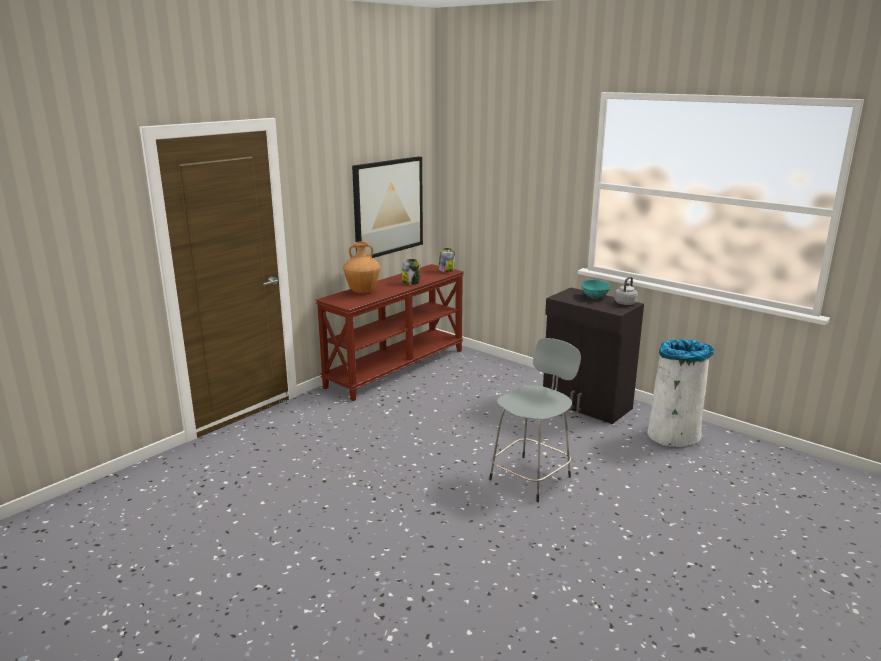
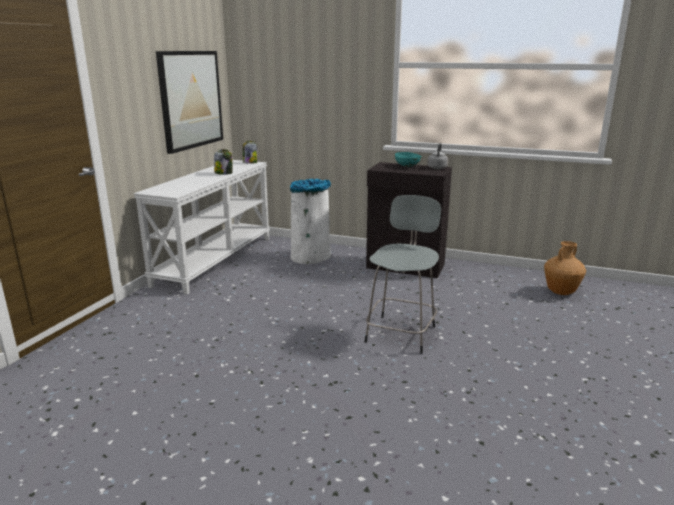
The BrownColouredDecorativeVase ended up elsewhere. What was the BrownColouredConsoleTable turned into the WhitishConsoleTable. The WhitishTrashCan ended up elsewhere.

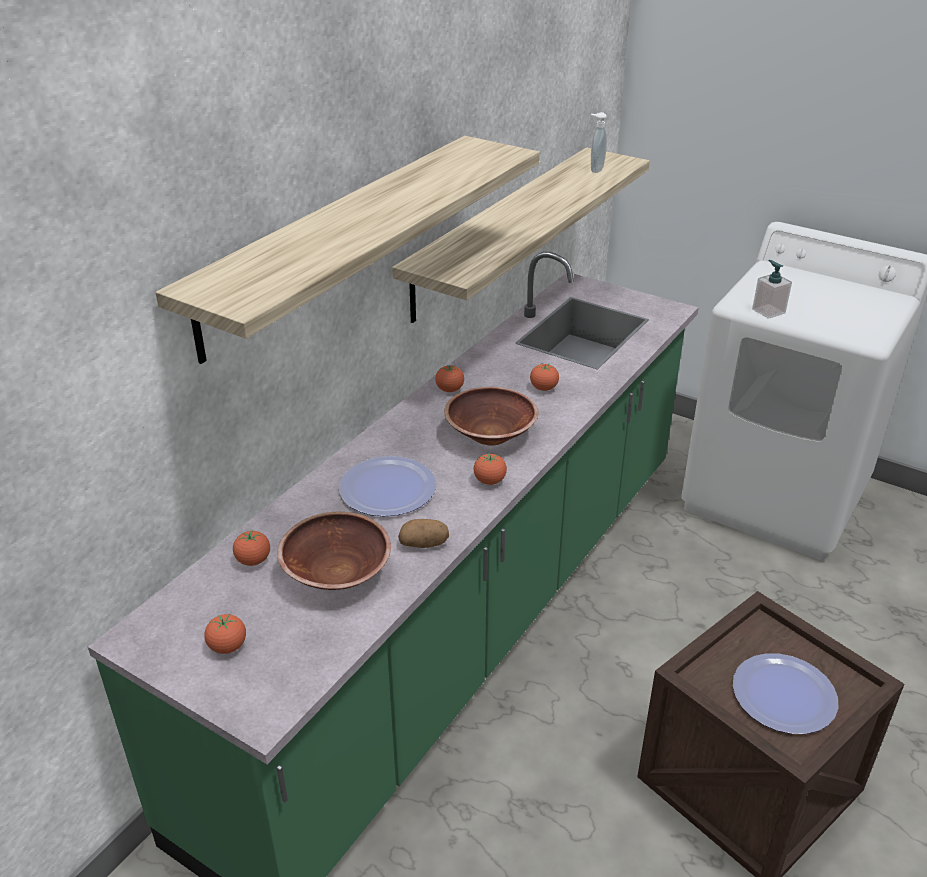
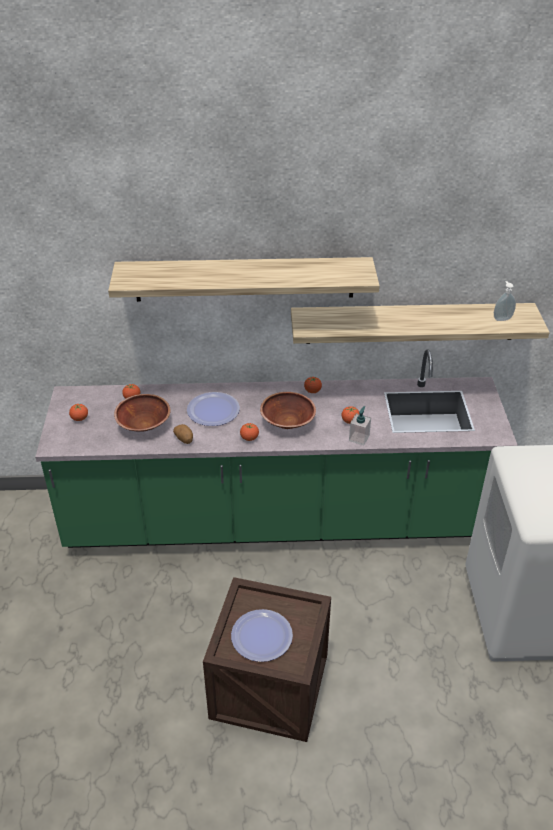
The SoapBottle (2nd from left in the first image) ended up elsewhere.

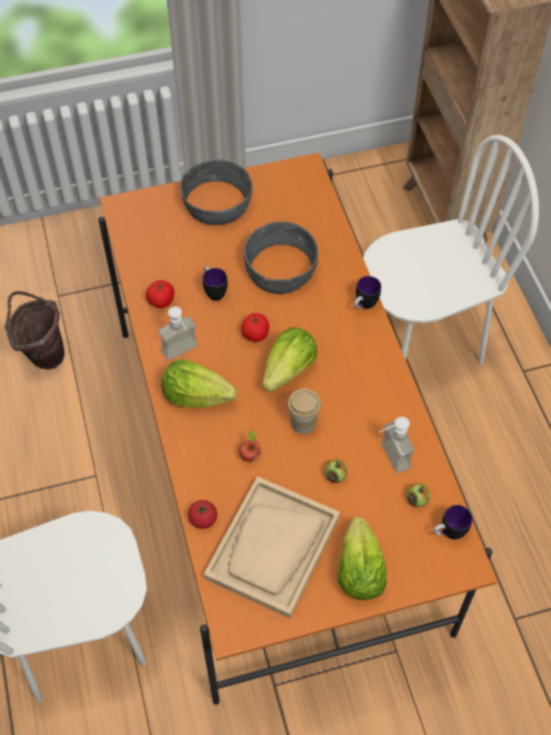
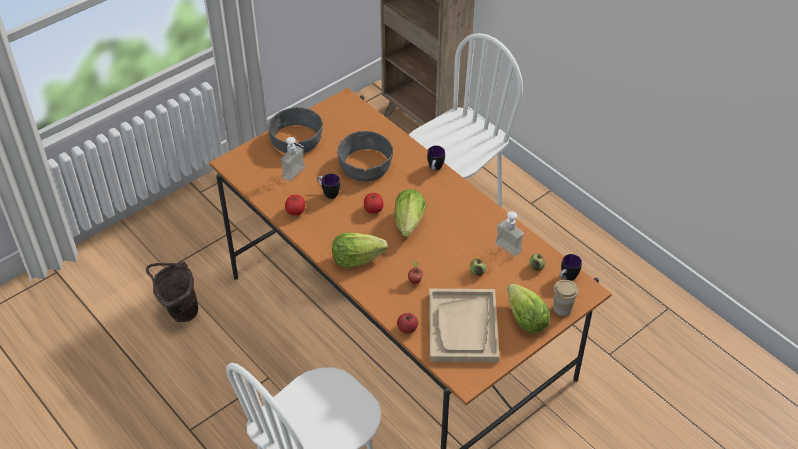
The SoapBottle (1st from left) ended up elsewhere. The DrinkingCup ended up elsewhere.

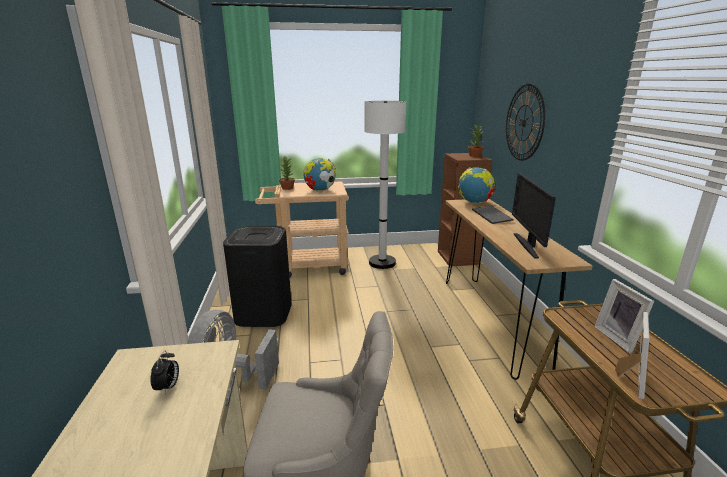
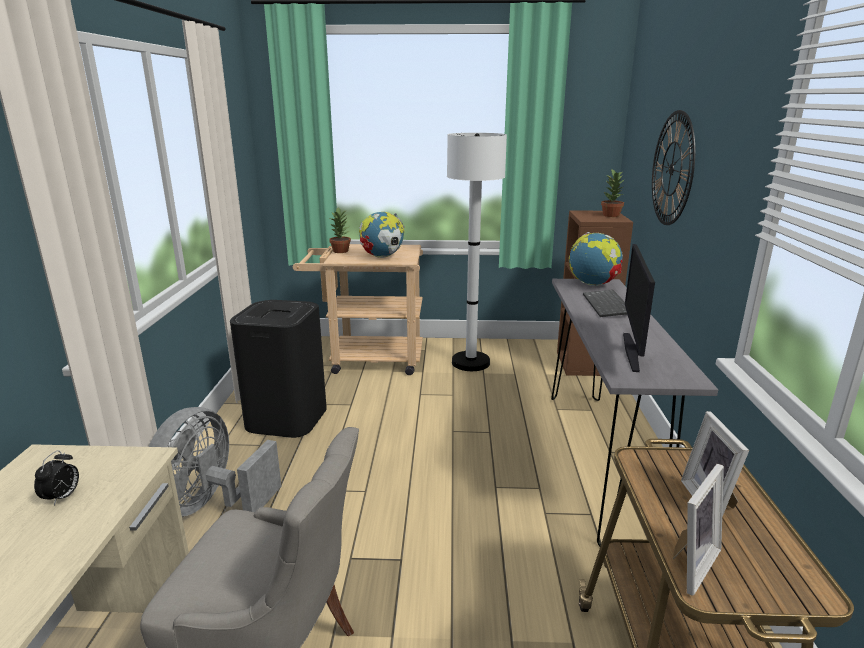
What was the BrownColouredConsoleTable turned into the GrayConsoleTable.

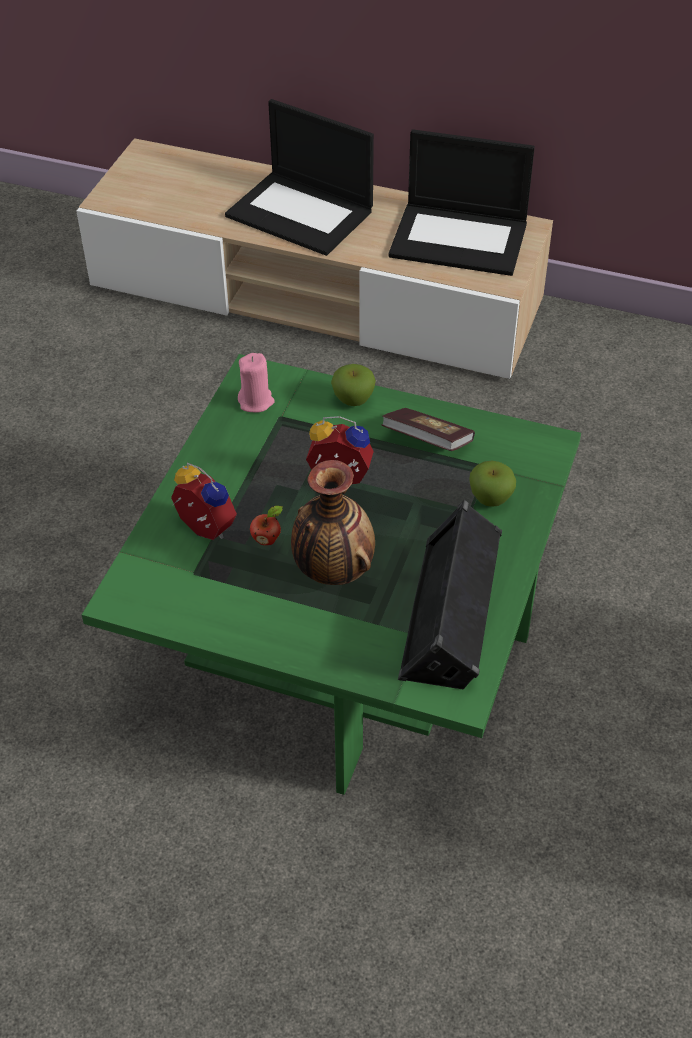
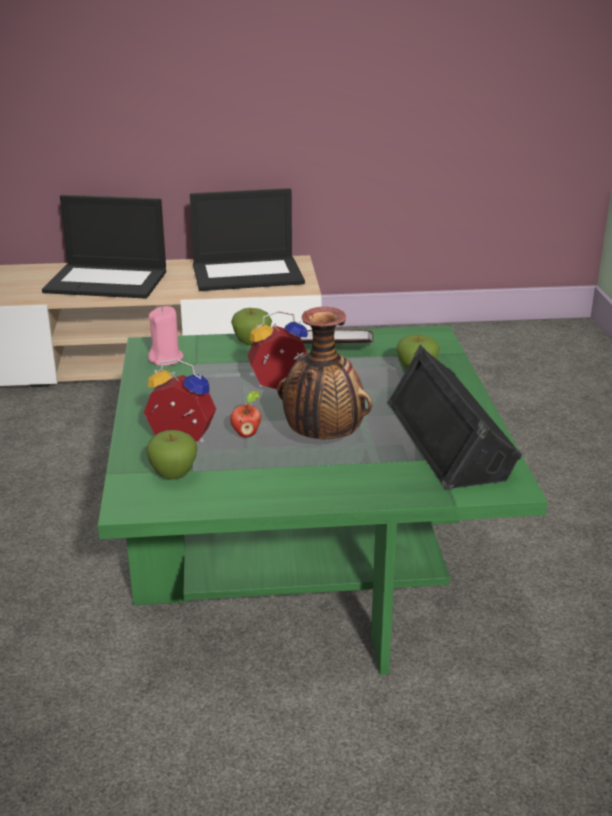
The second view gained the Apple (1st from left).

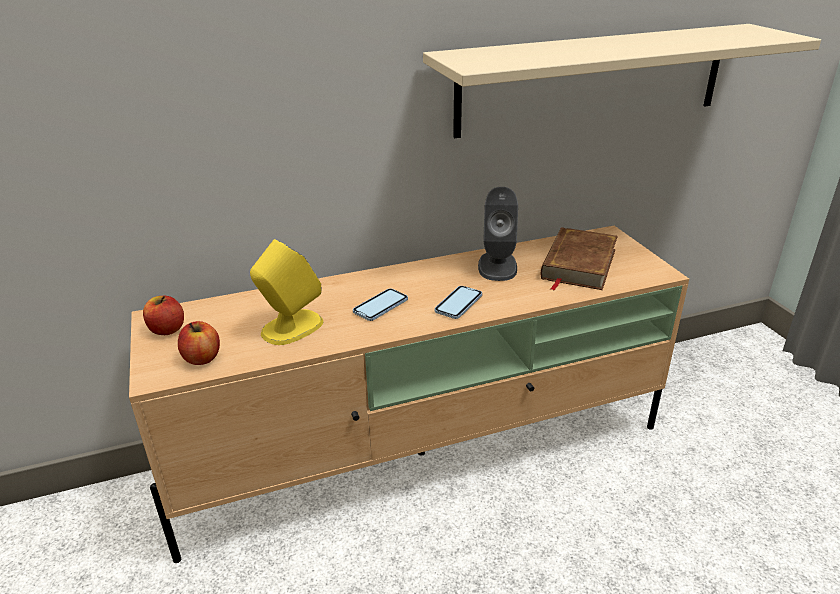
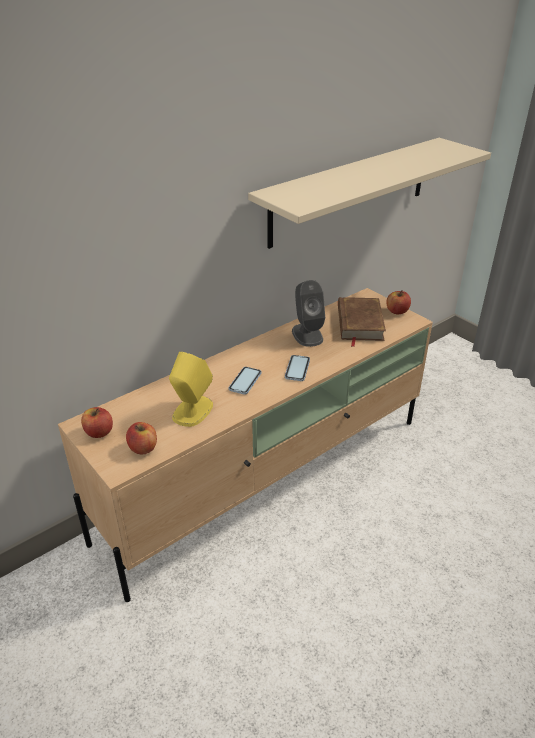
The second view gained the Apple (3rd from left).

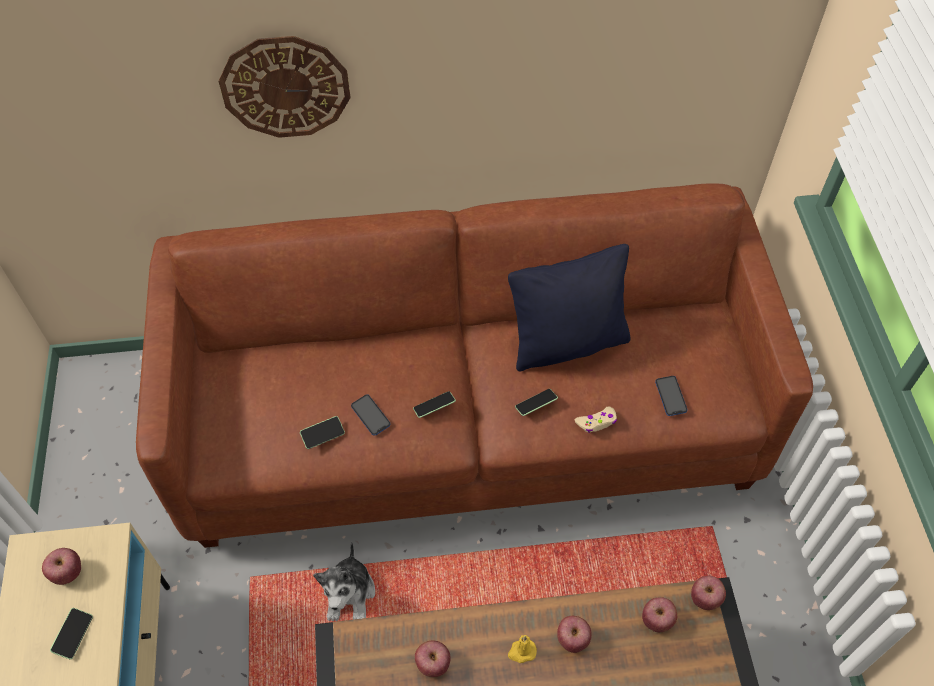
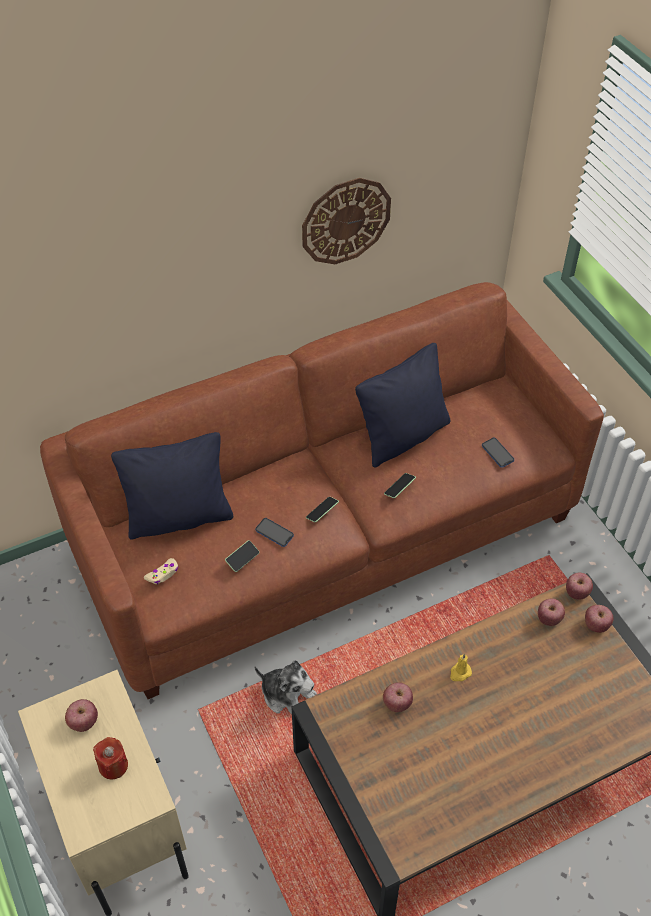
The WallClock ended up elsewhere. The SandColouredGamepad ended up elsewhere. The PlushToy ended up facing another way, 45 degrees counterclockwise from before. Where the Telephone (1st from left) stood, the RedWaxCandle came to stand. The Apple (3rd from left in the first image) ended up elsewhere. The second view gained the BlackColouredThrowPillow (1st from left).

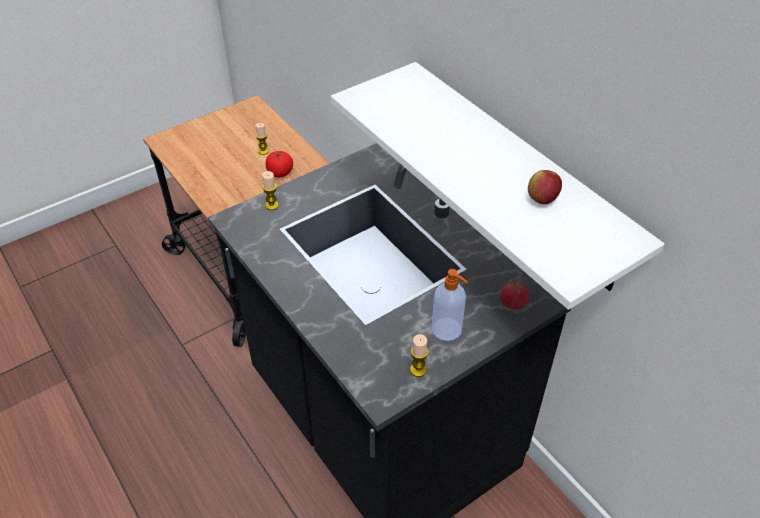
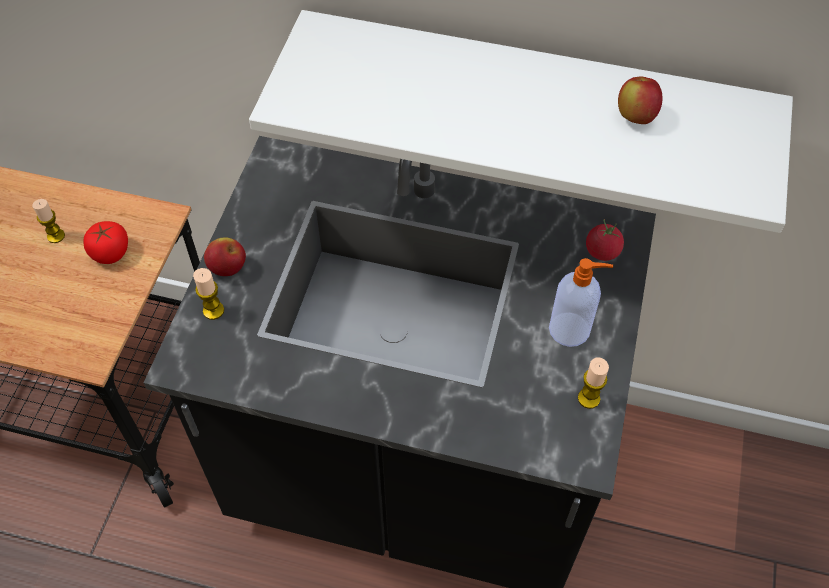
The second view gained the Apple (1st from left).

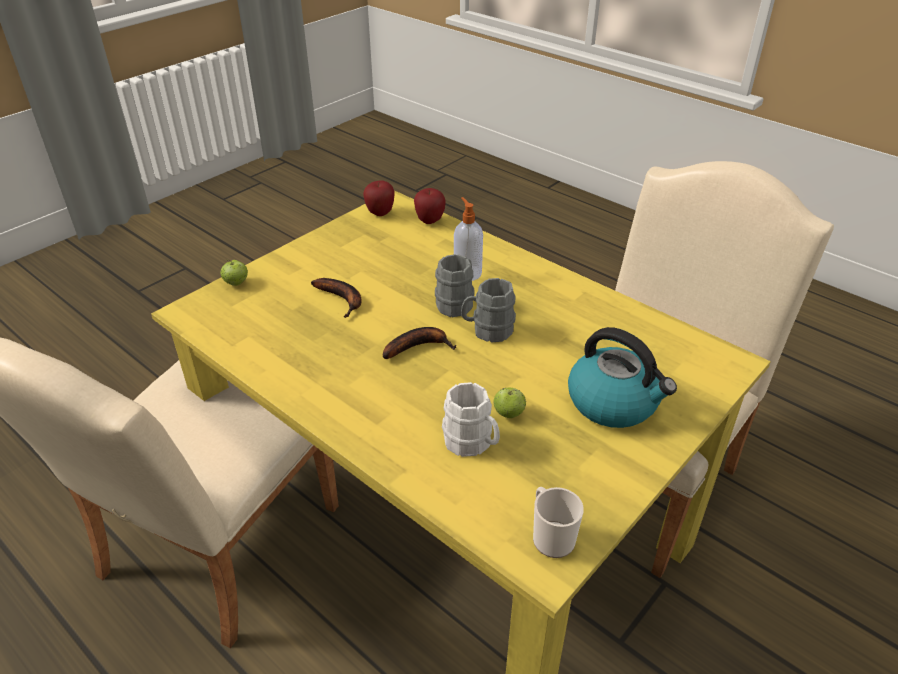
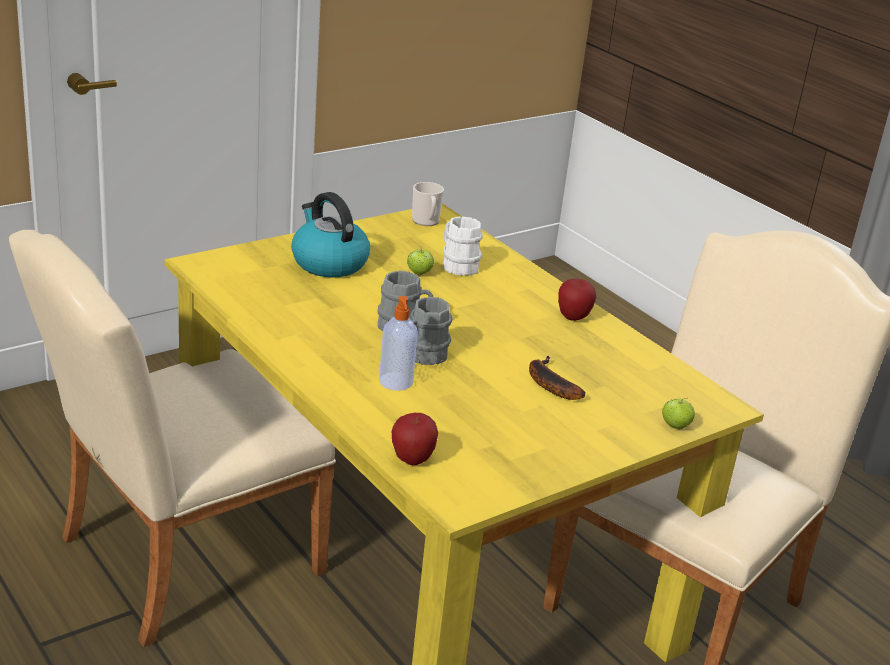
The Apple (2nd from left in the first image) ended up elsewhere. The second view lost the BananaFruit (2nd from left).

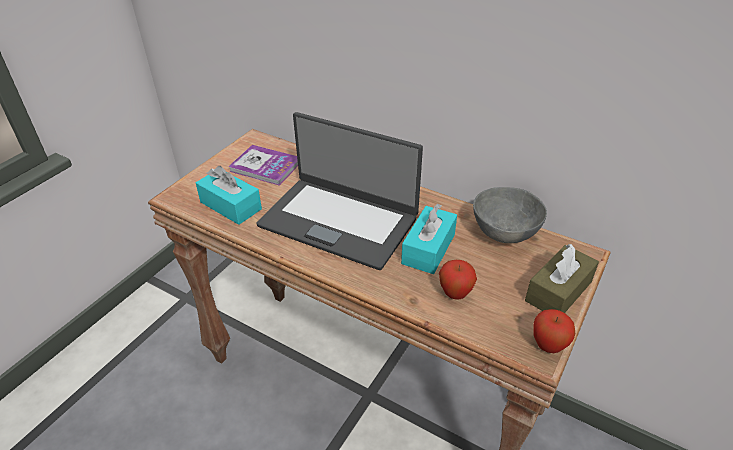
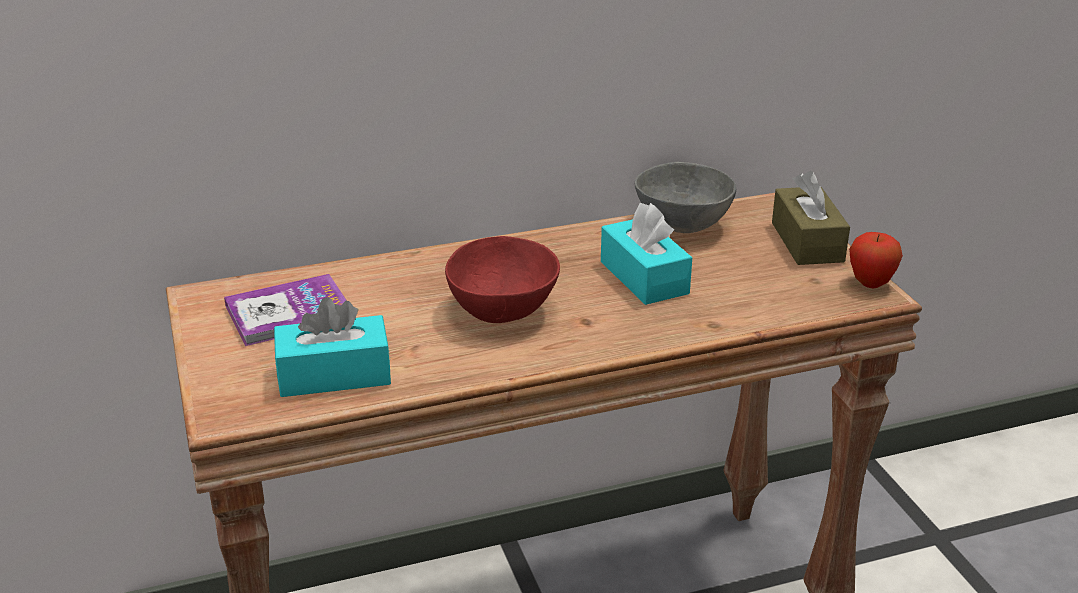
Where the PortableComputer stood, the RedDeepDish came to stand. The second view lost the Apple (1st from left).

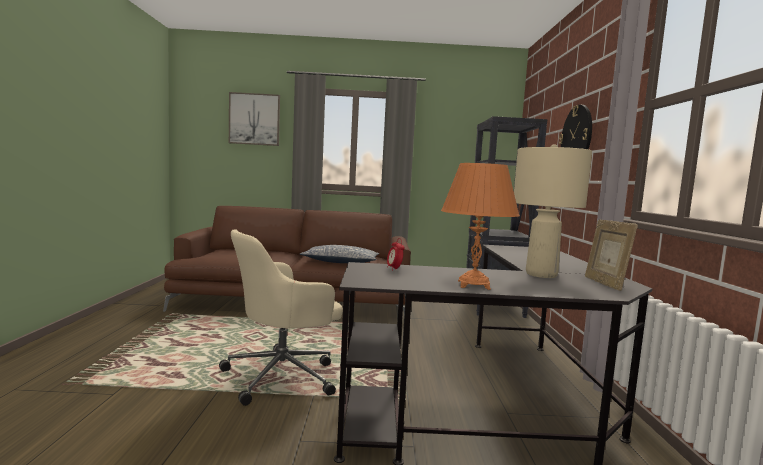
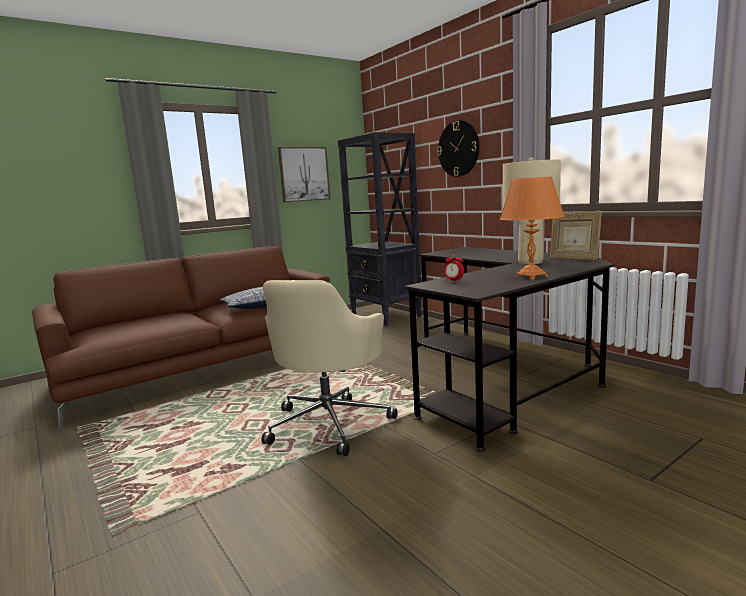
The Picture ended up elsewhere.

